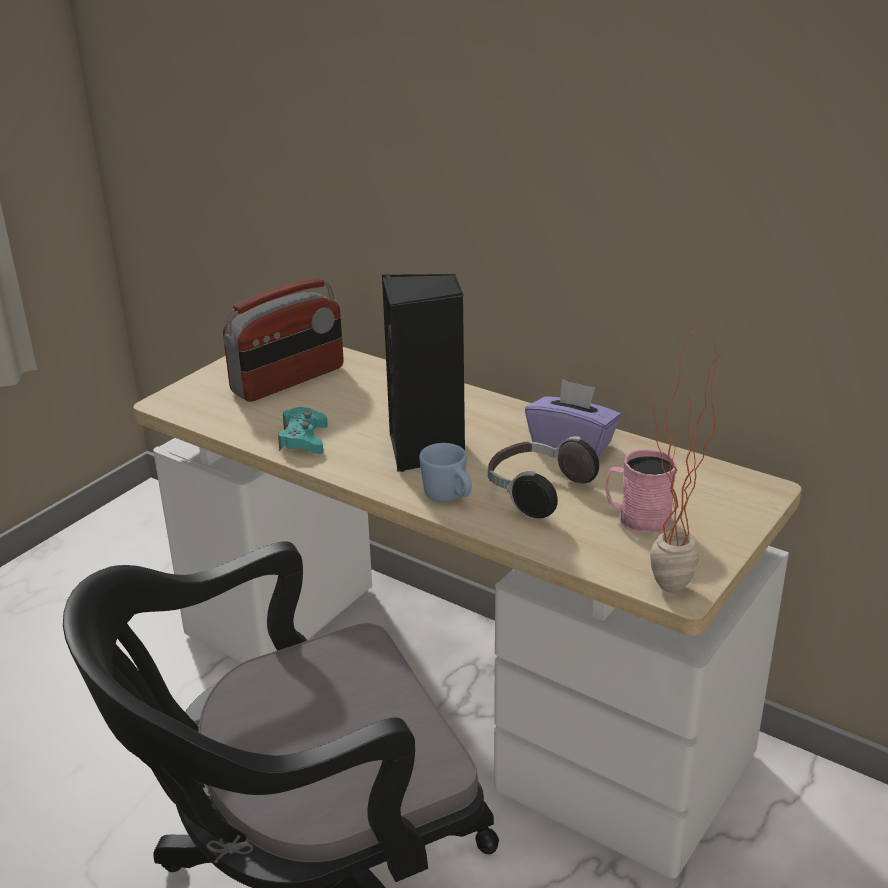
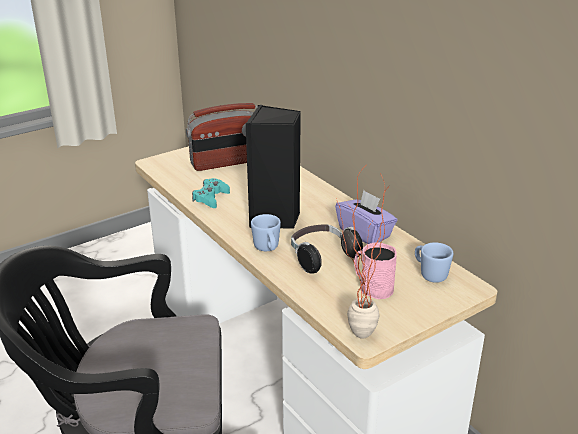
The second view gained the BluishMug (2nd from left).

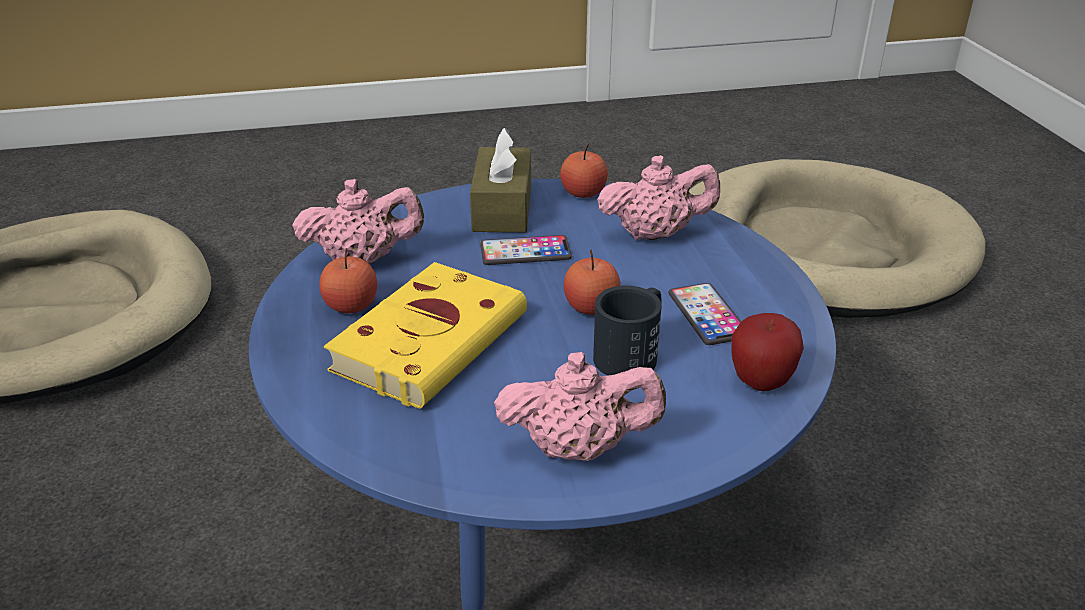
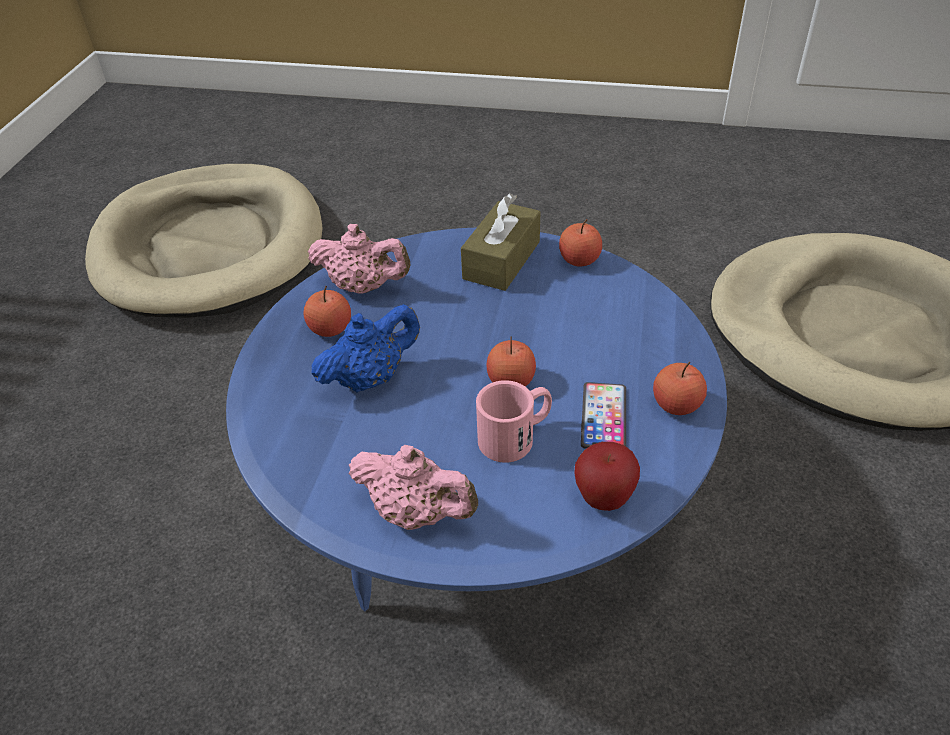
The second view lost the PinkishTeapot (3rd from left). The second view lost the Telephone (1st from left). Where the YellowBoundBook stood, the BluishTeapot came to stand. What was the BlackColouredMug turned into the PinkishMug. The second view gained the Apple (5th from left).

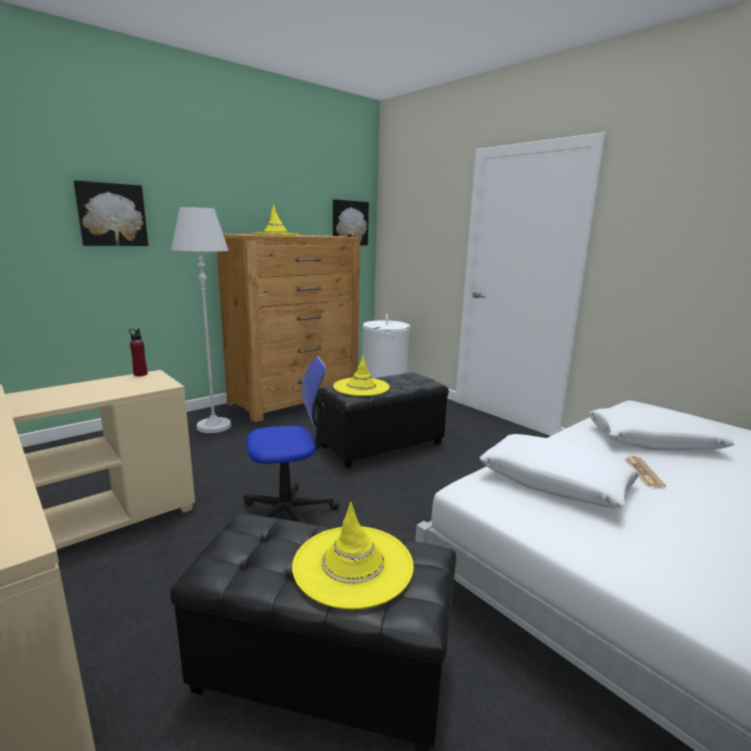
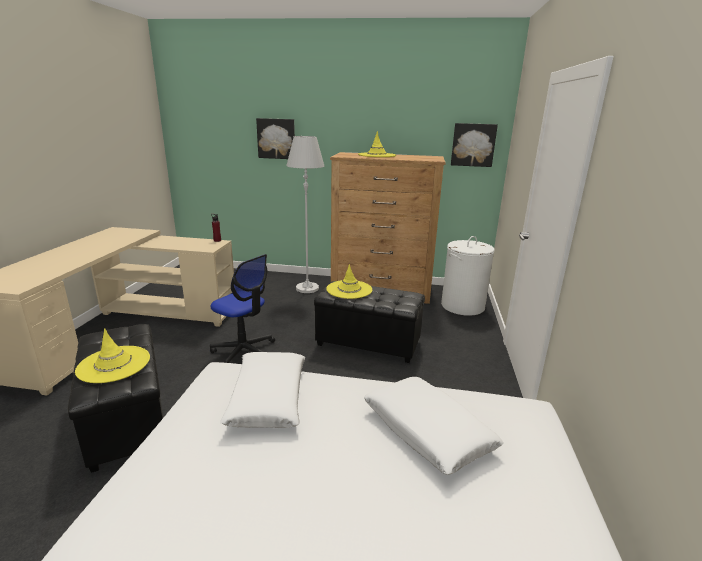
The second view lost the Newspaper.

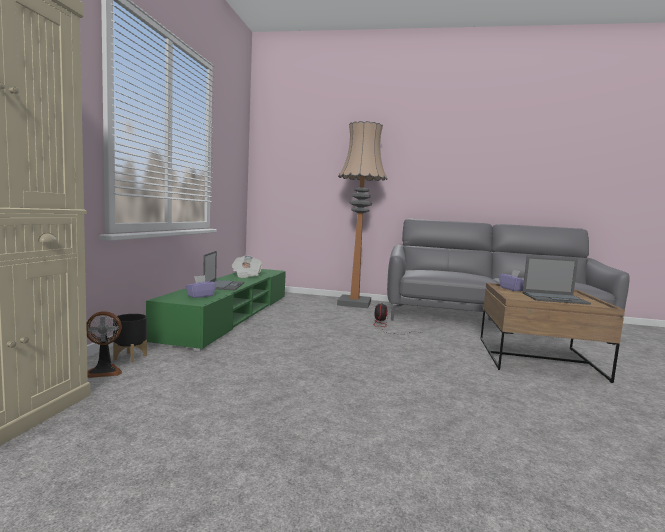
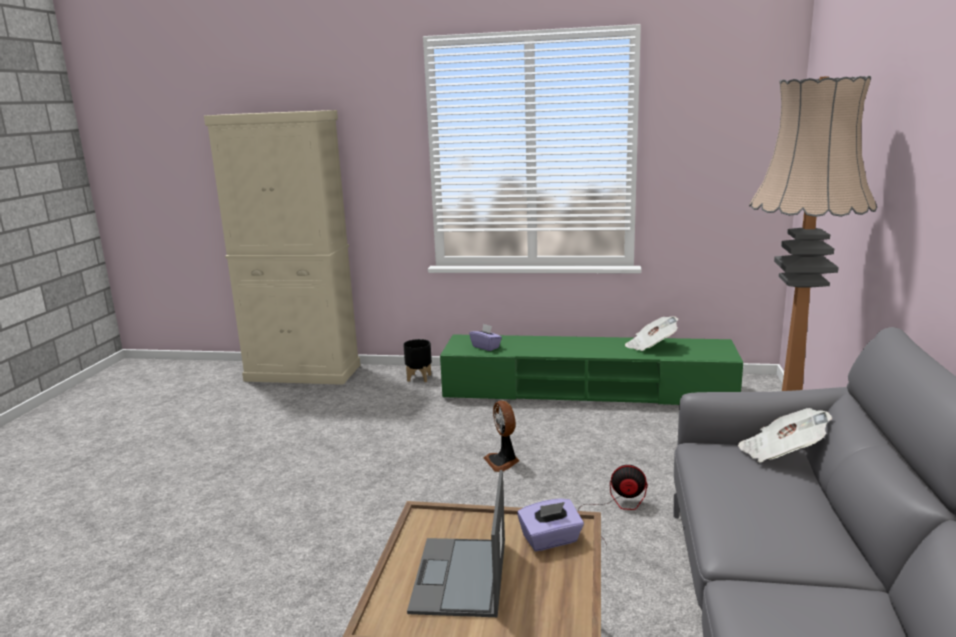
The second view lost the PortableComputer (1st from left). The CoolingFan (1st from left) ended up elsewhere. The second view gained the Newspaper (2nd from left).

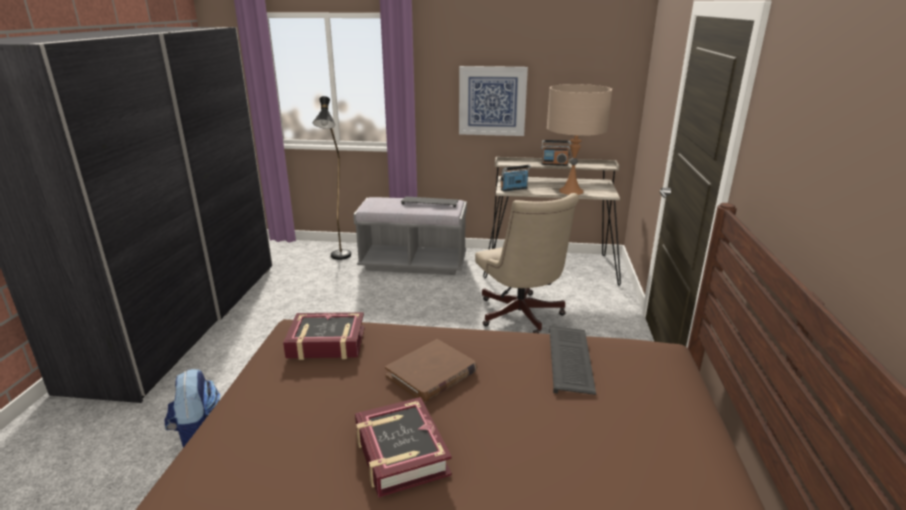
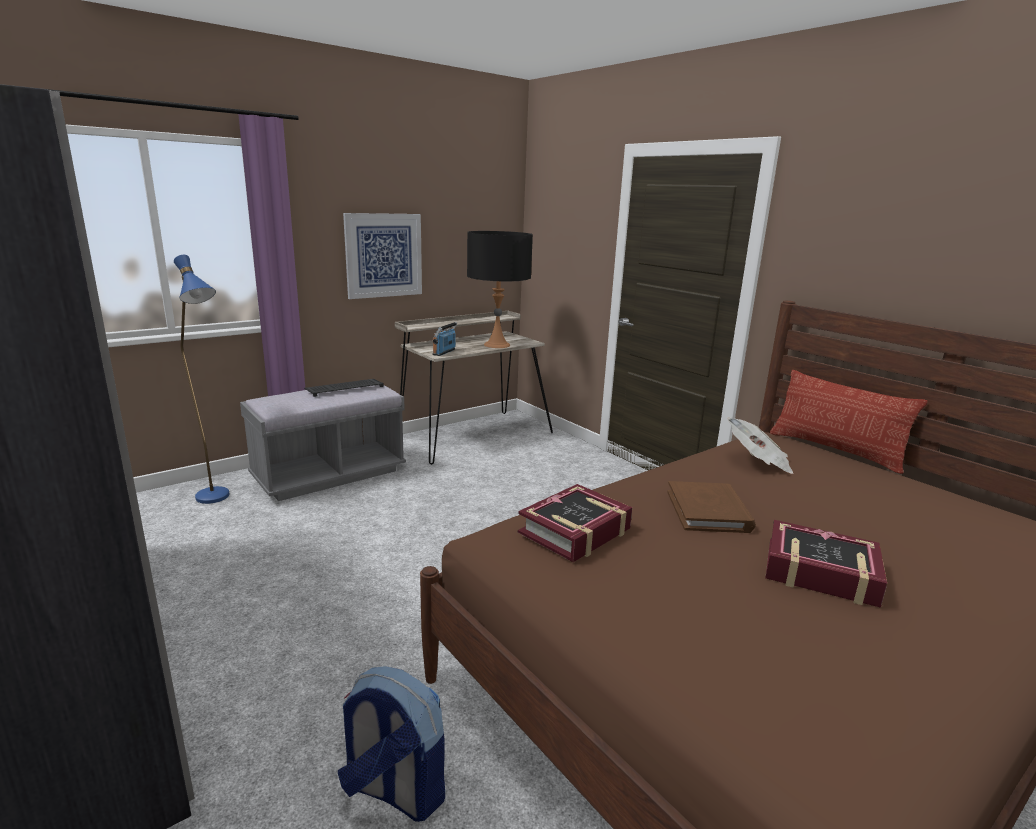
What was the SandColouredLampForATable turned into the BlackColouredLampForATable. What was the BlackColouredStandingLamp turned into the BluishStandingLamp. The second view lost the RadioReceiver (2nd from left). The second view lost the SandColouredOfficeChair. Where the PcKeyboard (2nd from left) stood, the Newspaper came to stand. The second view gained the ThrowPillow.

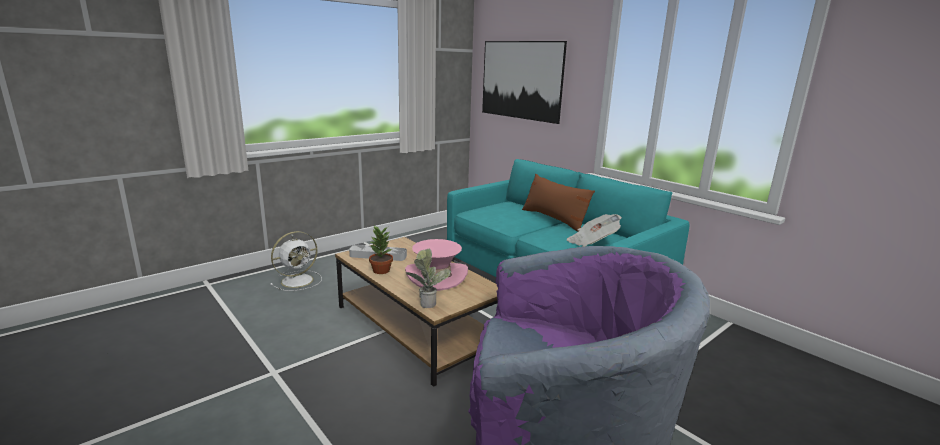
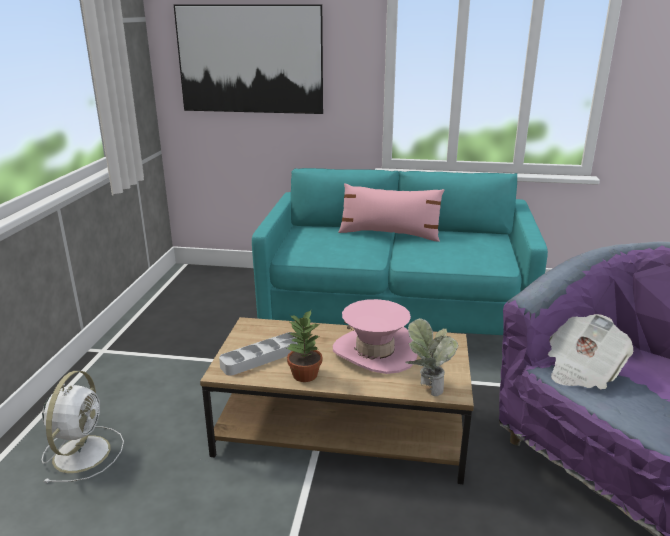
What was the BrownColouredThrowPillow turned into the PinkishThrowPillow. The Newspaper ended up elsewhere.

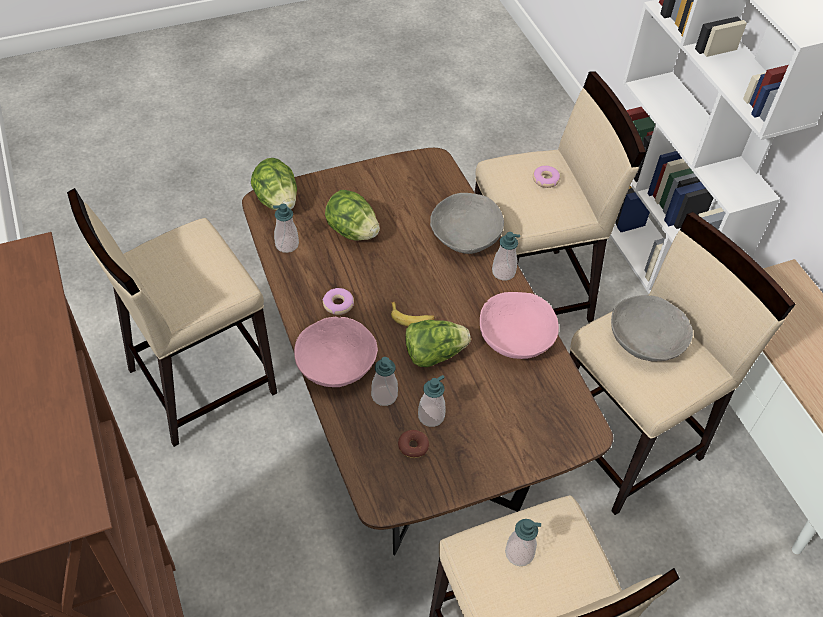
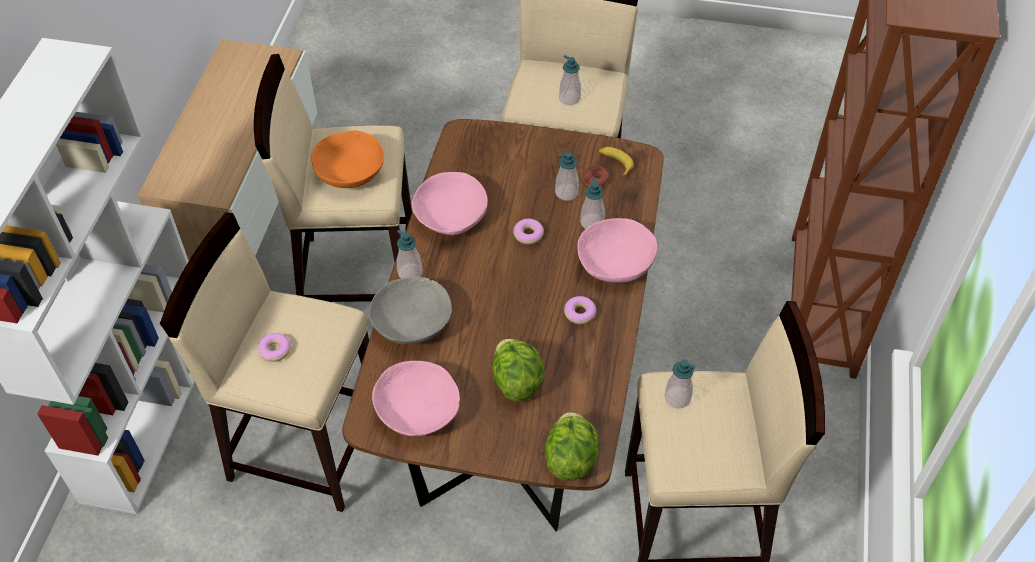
The SoapBottle (1st from left in the first image) ended up elsewhere. What was the GrayDeepDish (2nd from left) turned into the OrangeyDeepDish. The BananaFruit ended up elsewhere. Where the LettuceHead (3rd from left) stood, the Doughnut (2nd from left) came to stand. The second view gained the PinkishDeepDish (1st from left).

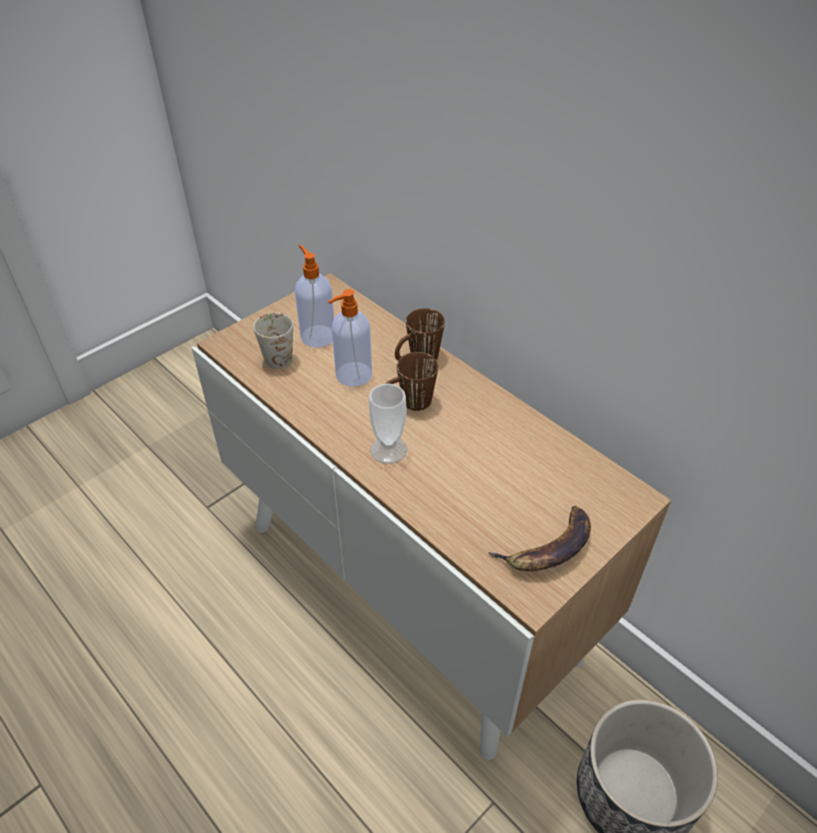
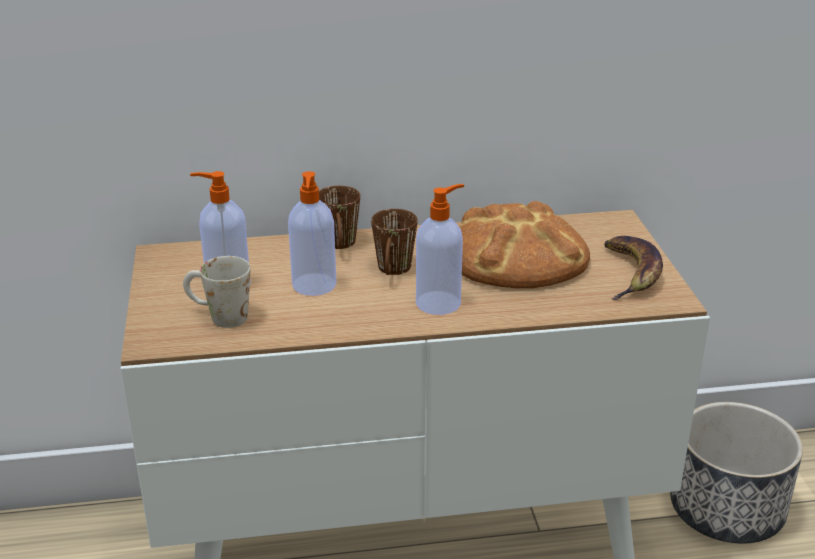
Where the DrinkingCup stood, the SoapBottle (3rd from left) came to stand. The second view gained the BakeryBread.

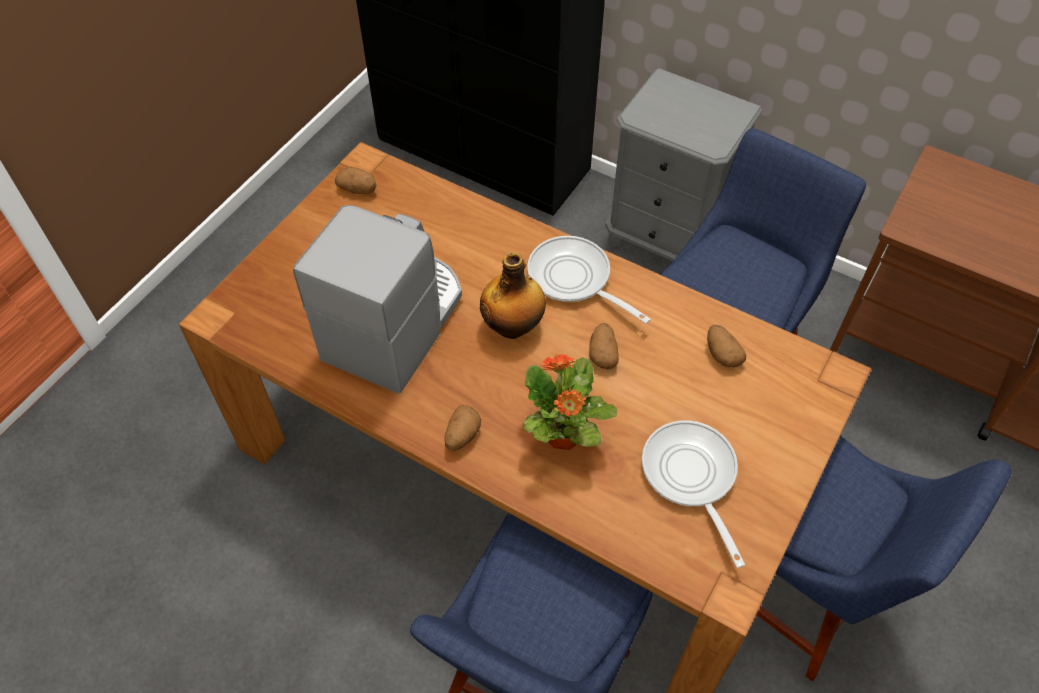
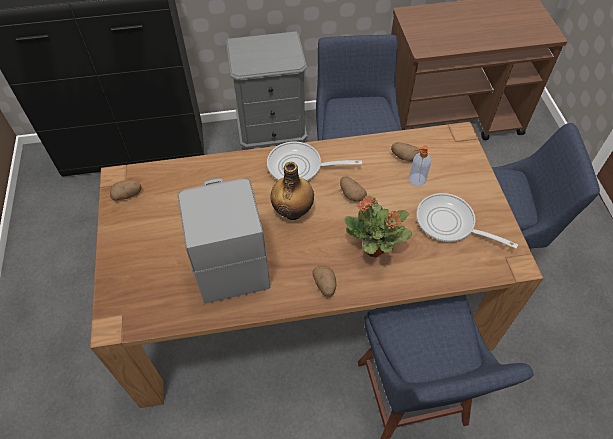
The second view gained the SoapBottle.

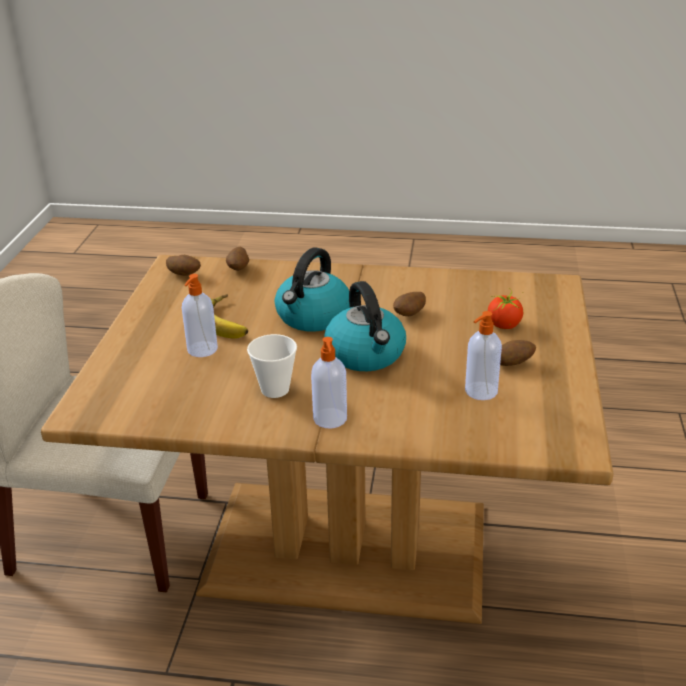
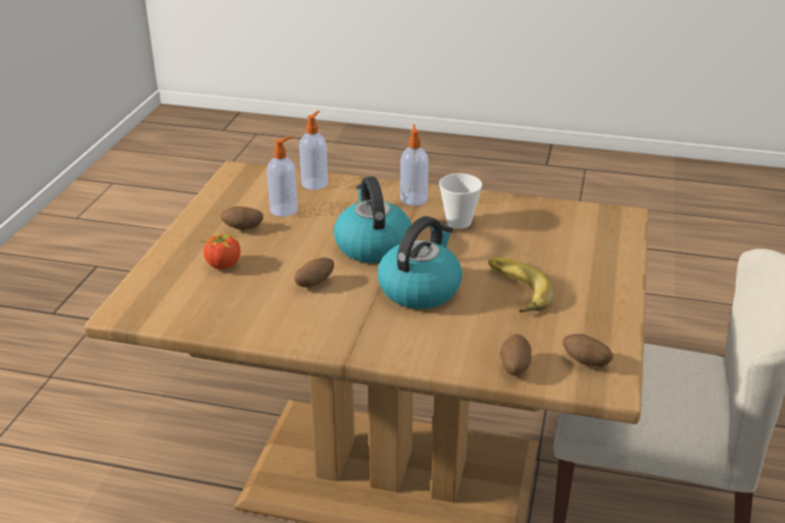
The SoapBottle (1st from left in the first image) ended up elsewhere.

